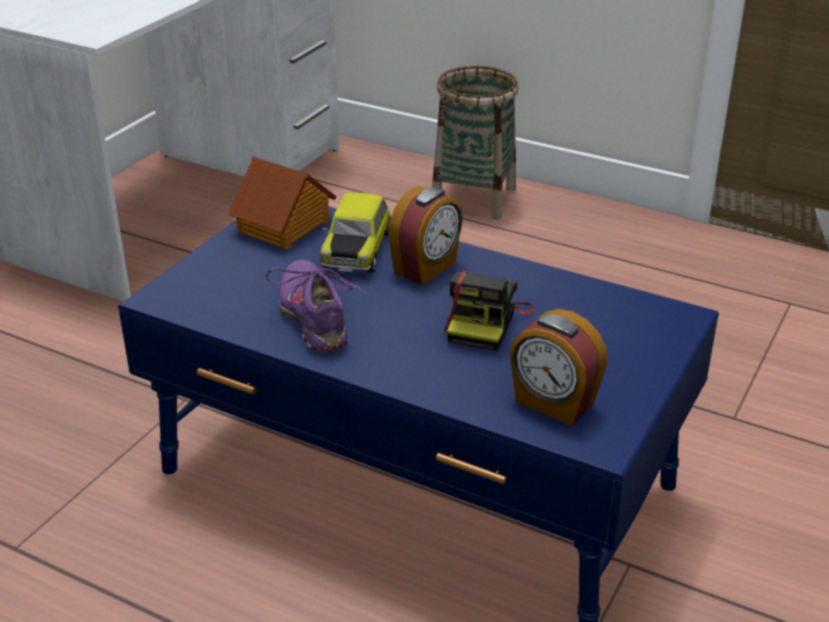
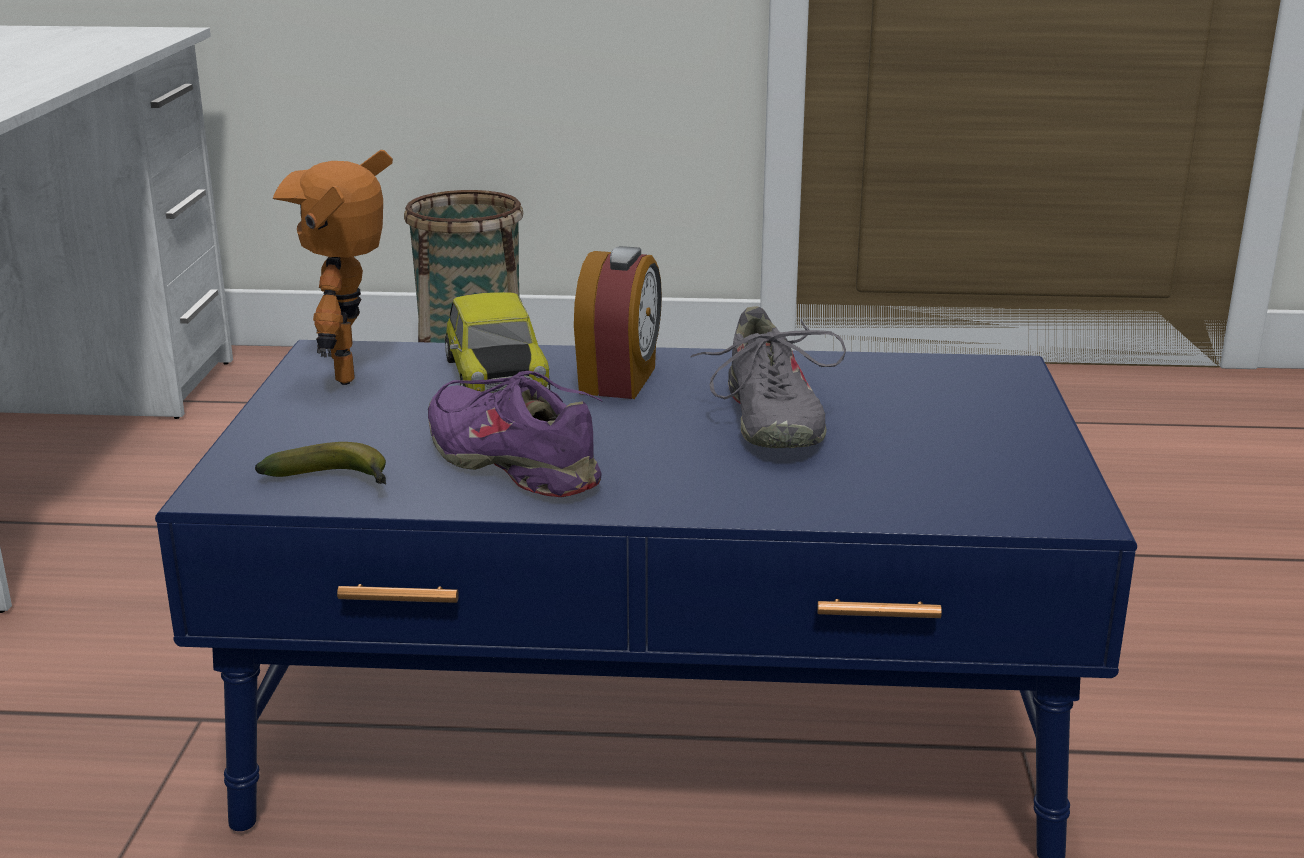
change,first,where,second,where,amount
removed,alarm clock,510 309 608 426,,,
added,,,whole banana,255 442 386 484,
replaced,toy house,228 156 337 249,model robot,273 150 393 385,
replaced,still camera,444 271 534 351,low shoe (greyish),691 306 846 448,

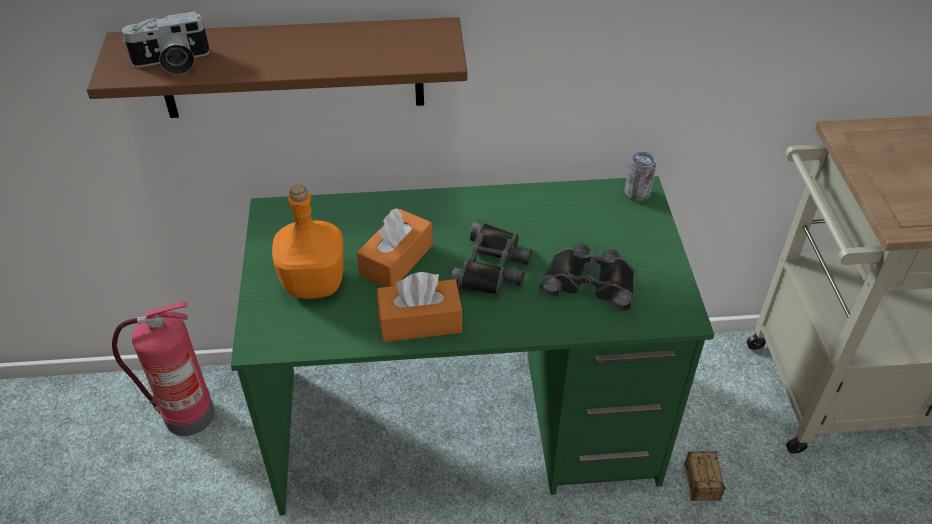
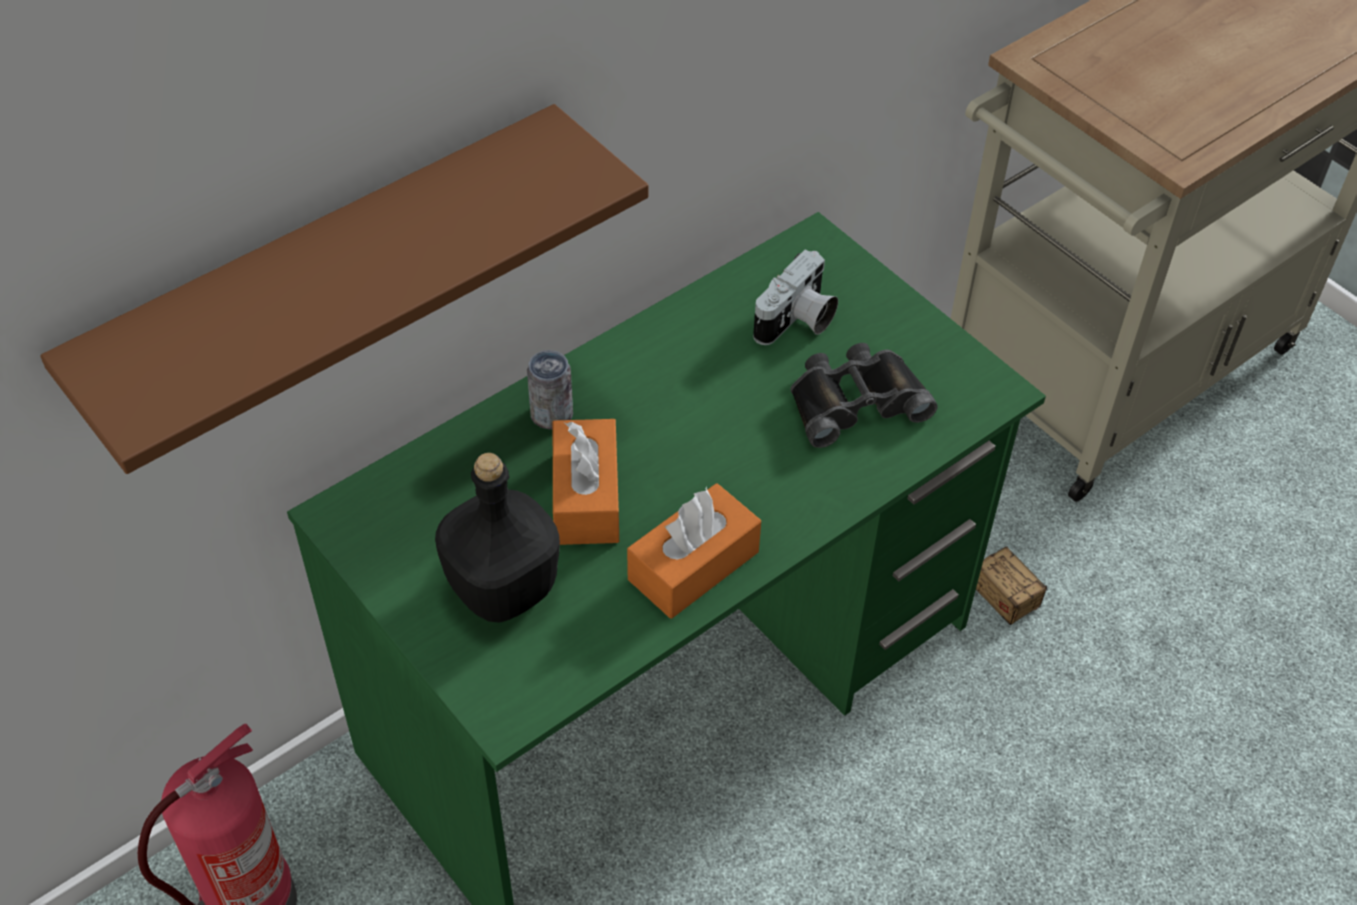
change,first,where,second,where,amount
removed,pair of binoculars (blackish),451 221 532 295,,,
moved,still camera,122 11 210 74,,753 249 838 345,
moved,can,624 151 656 202,,527 350 573 429,
recoloured,bottle (orangey),272 185 344 299,bottle (blackish),435 453 560 623,

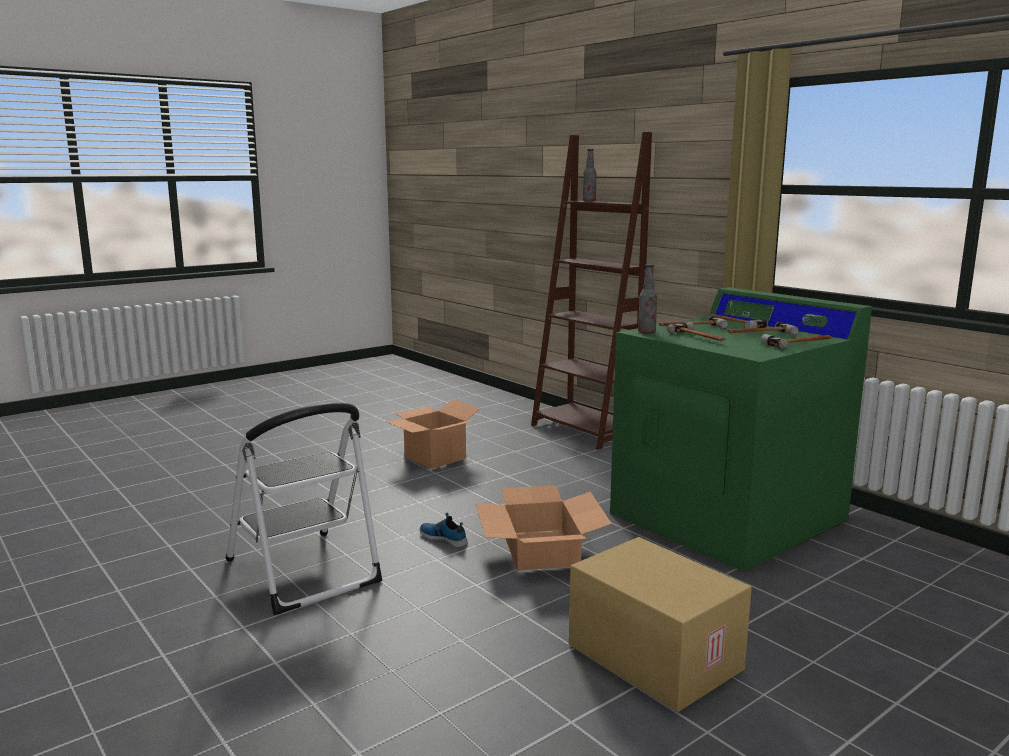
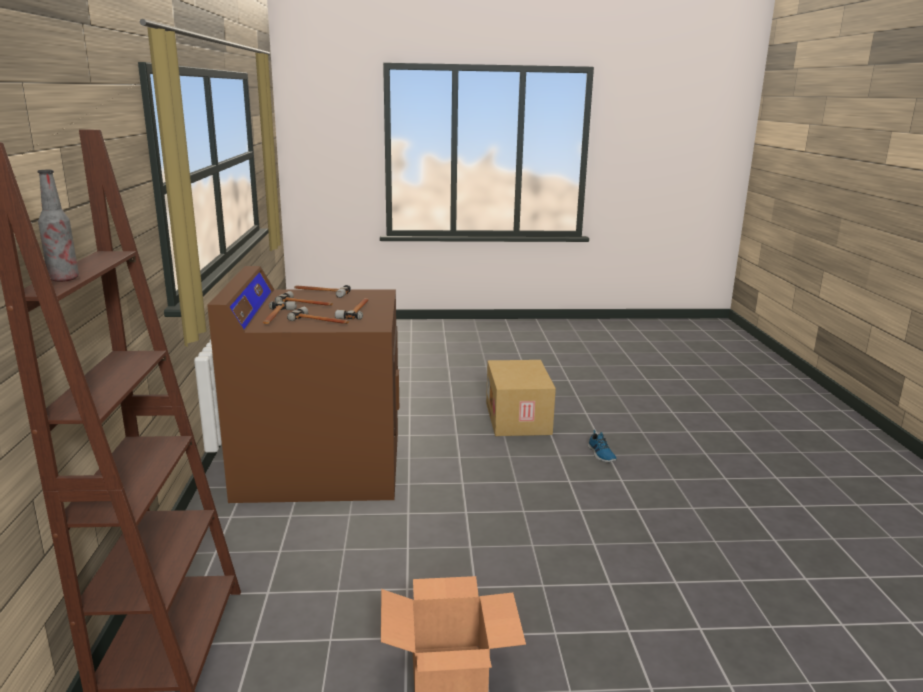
change,first,where,second,where,amount
removed,step ladder,226 402 382 615,,,
removed,packing box,475 485 612 571,,,
removed,bottle,638 264 657 334,,,
moved,low shoe,420 512 468 547,,588 430 617 462,
recoloured,washing machine (green),610 287 872 572,washing machine (brownish),207 266 400 503,

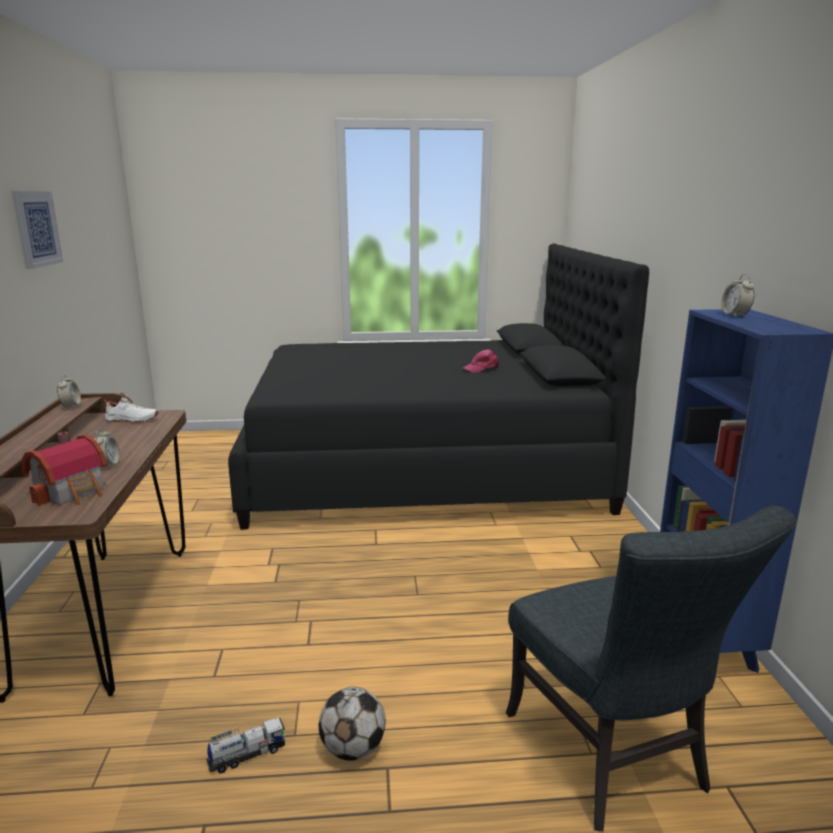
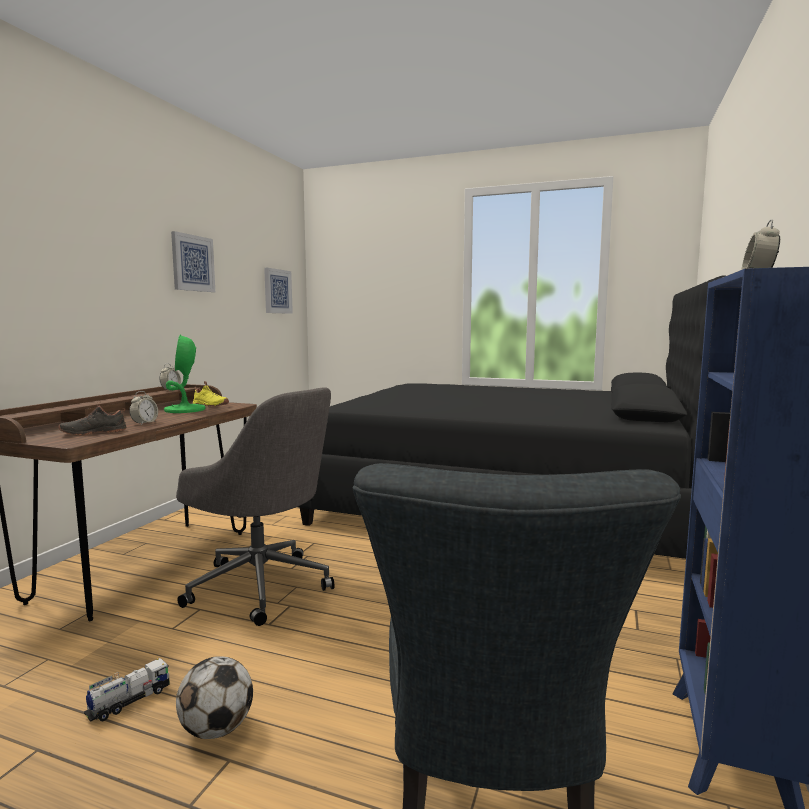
change,first,where,second,where,amount
removed,peaked cap (pink-coloured),463 349 499 373,,,
added,,,table lamp (green),164 334 206 413,
added,,,office chair (greyish),176 387 334 626,
added,,,picture,264 268 293 314,
replaced,toy house,22 431 107 506,low shoe (blackish),58 401 127 435,
recoloured,low shoe (white),104 392 158 423,low shoe (yellow),193 381 229 407,
turned,model truck,207 717 285 773,,84 658 170 722,45 degrees counterclockwise

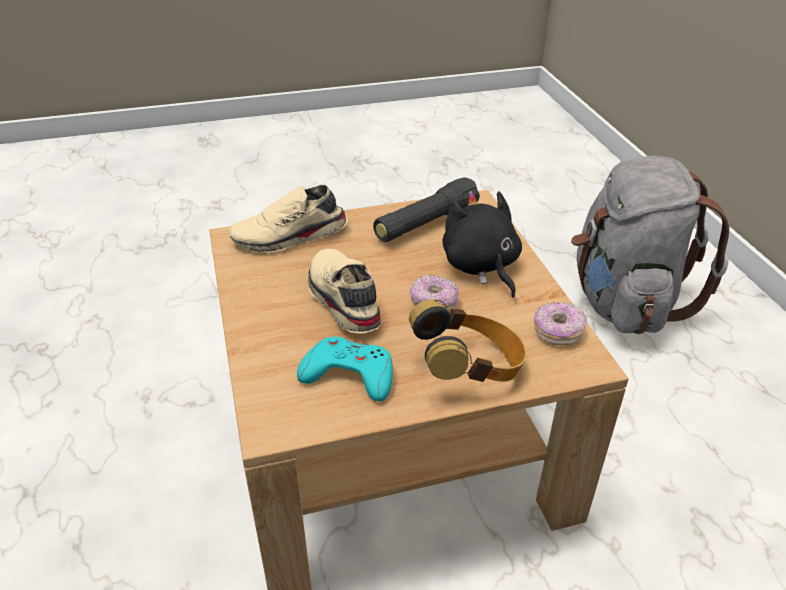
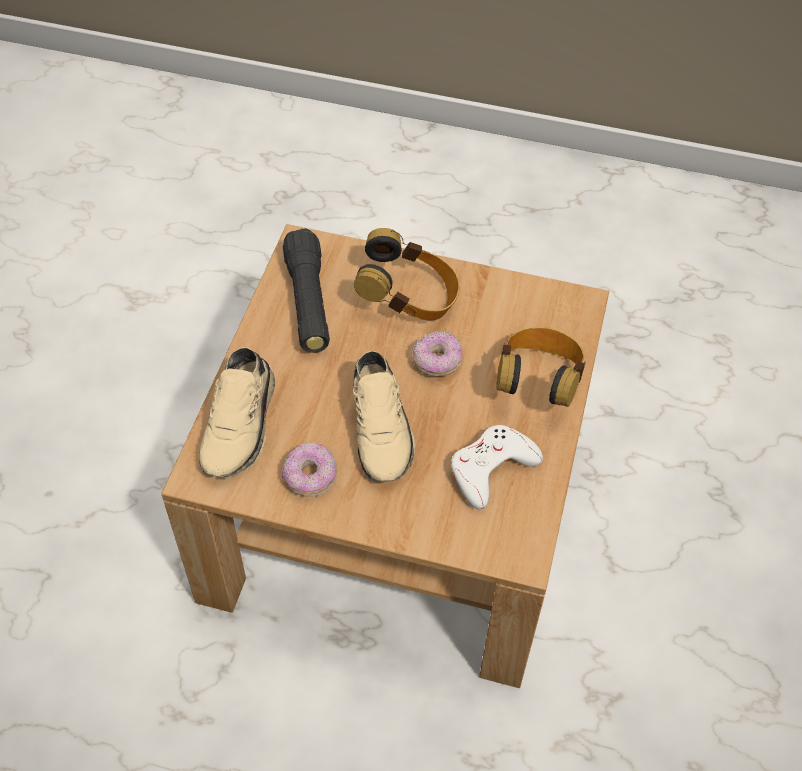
change,first,where,second,where,amount
removed,knapsack (greyish),571 156 729 334,,,
moved,donut,534 302 587 345,,282 443 337 497,
replaced,plush toy (blackish),443 191 522 297,headphones,354 228 460 321,
recoloured,game controller (turquoise),297 337 393 401,game controller (white),451 425 543 509,
turned,low shoe (beige-coloured),308 249 382 333,,353 351 415 482,105 degrees counterclockwise

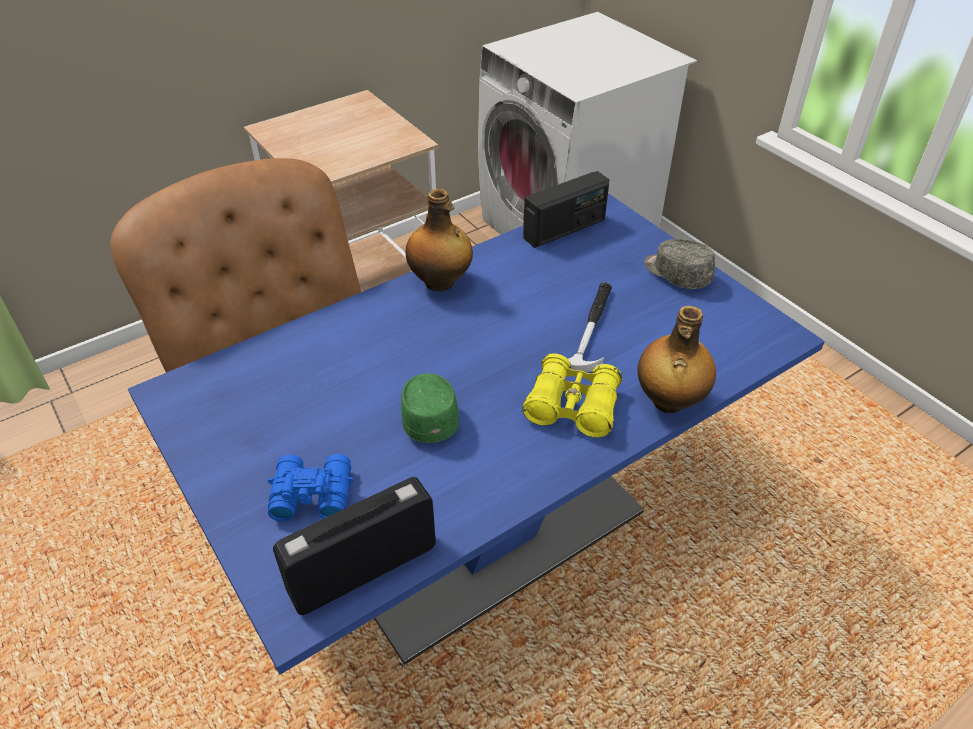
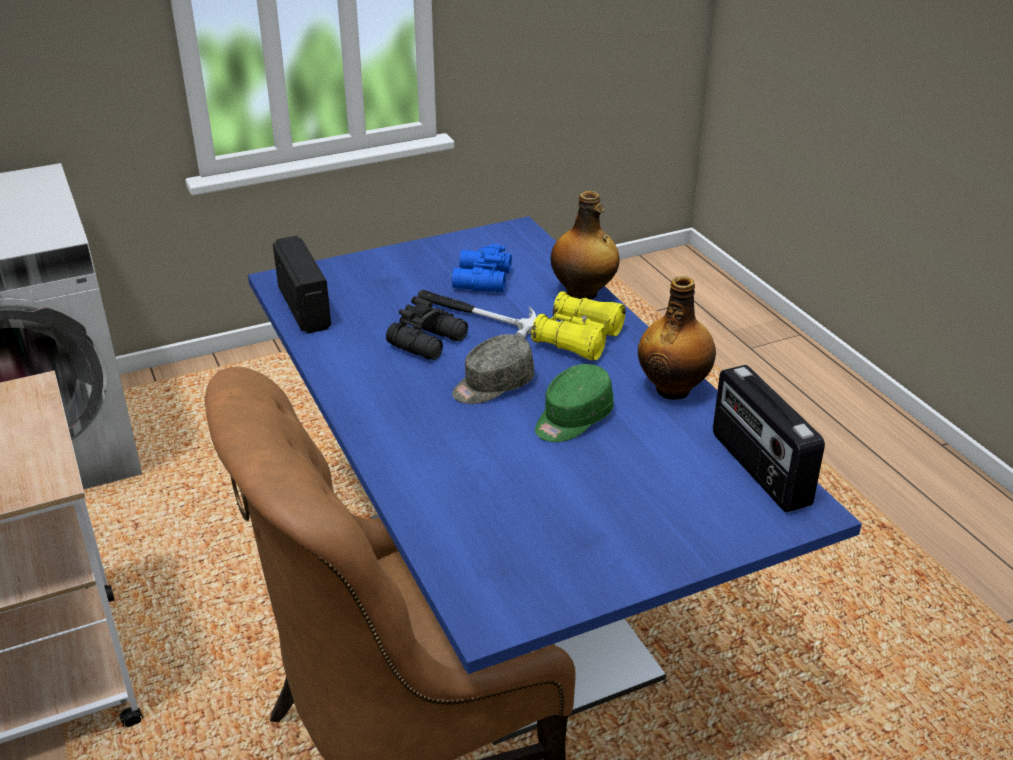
change,first,where,second,where,amount
added,,,pair of binoculars (blackish),386 296 468 360,
moved,pair of binoculars (blue),268 454 353 521,,452 244 512 292,
moved,bottle,406 189 473 291,,638 276 716 399,
moved,peaked cap (greyish),644 239 715 289,,452 334 534 404,
turned,peaked cap (green),401 373 459 443,,535 364 614 442,45 degrees counterclockwise

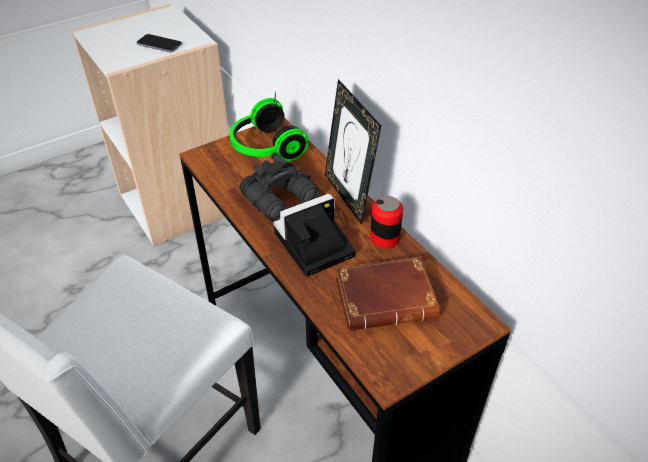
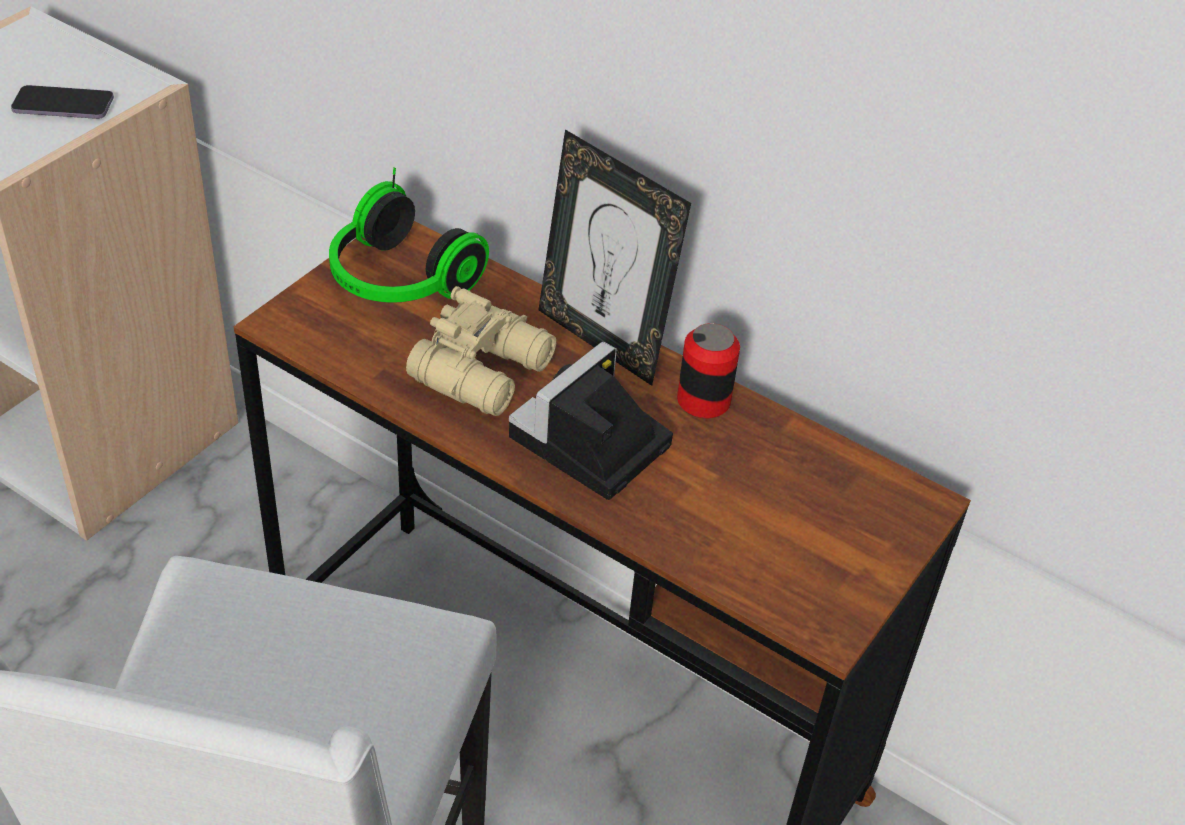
change,first,where,second,where,amount
removed,bound book (brownish),335 257 440 331,,,
recoloured,pair of binoculars (blackish),239 152 320 221,pair of binoculars (beige-coloured),406 286 556 416,

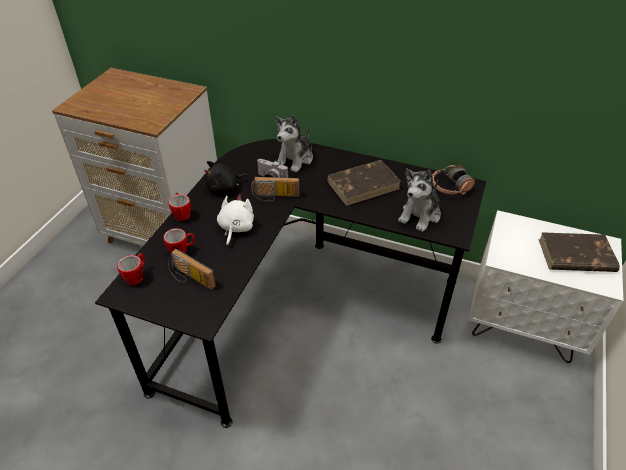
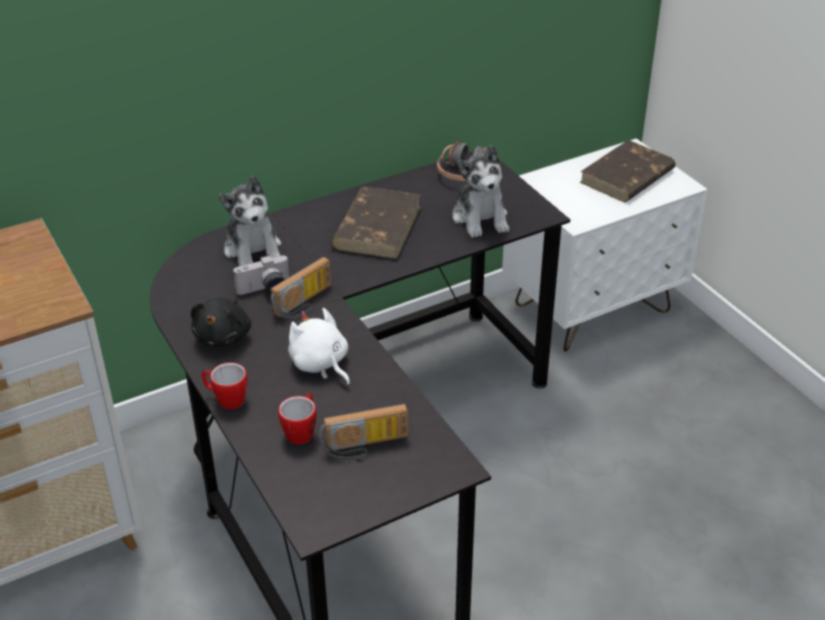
change,first,where,second,where,amount
removed,mug,117 253 145 285,,,

